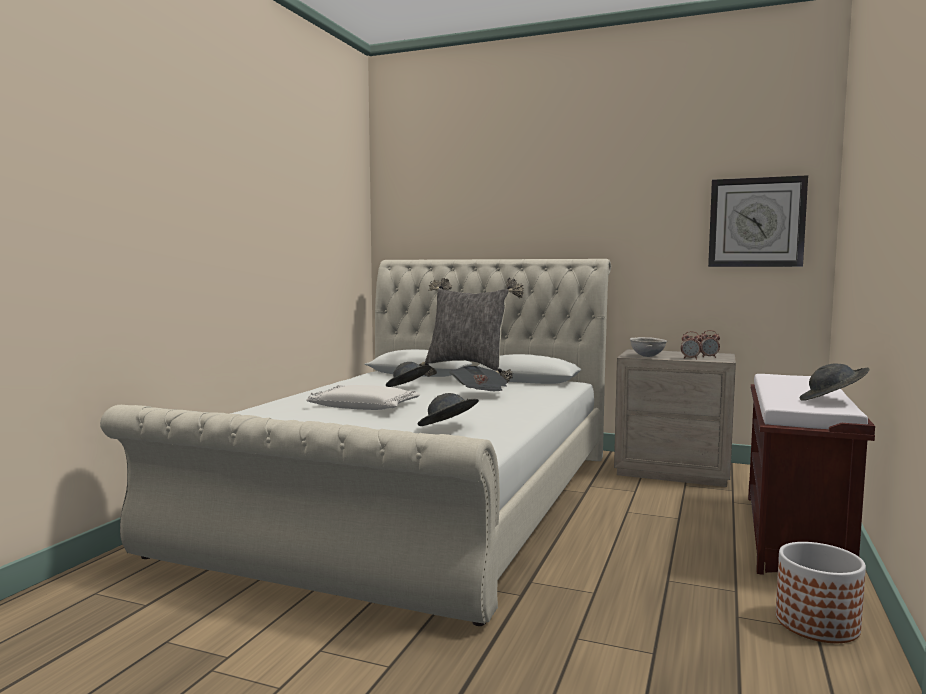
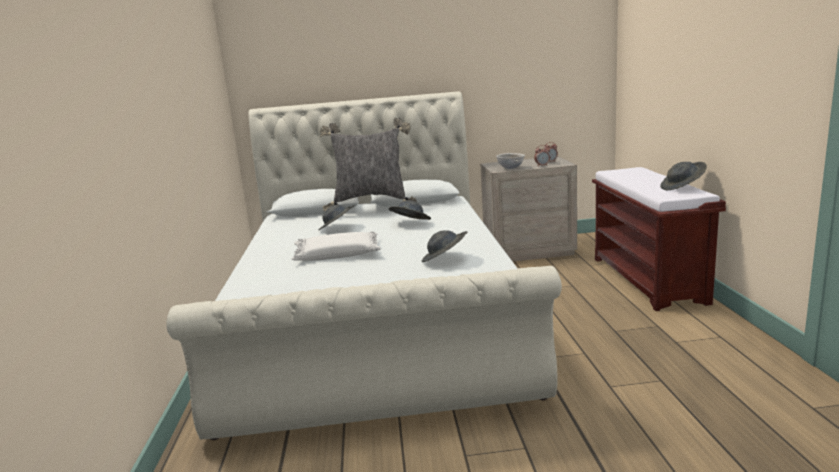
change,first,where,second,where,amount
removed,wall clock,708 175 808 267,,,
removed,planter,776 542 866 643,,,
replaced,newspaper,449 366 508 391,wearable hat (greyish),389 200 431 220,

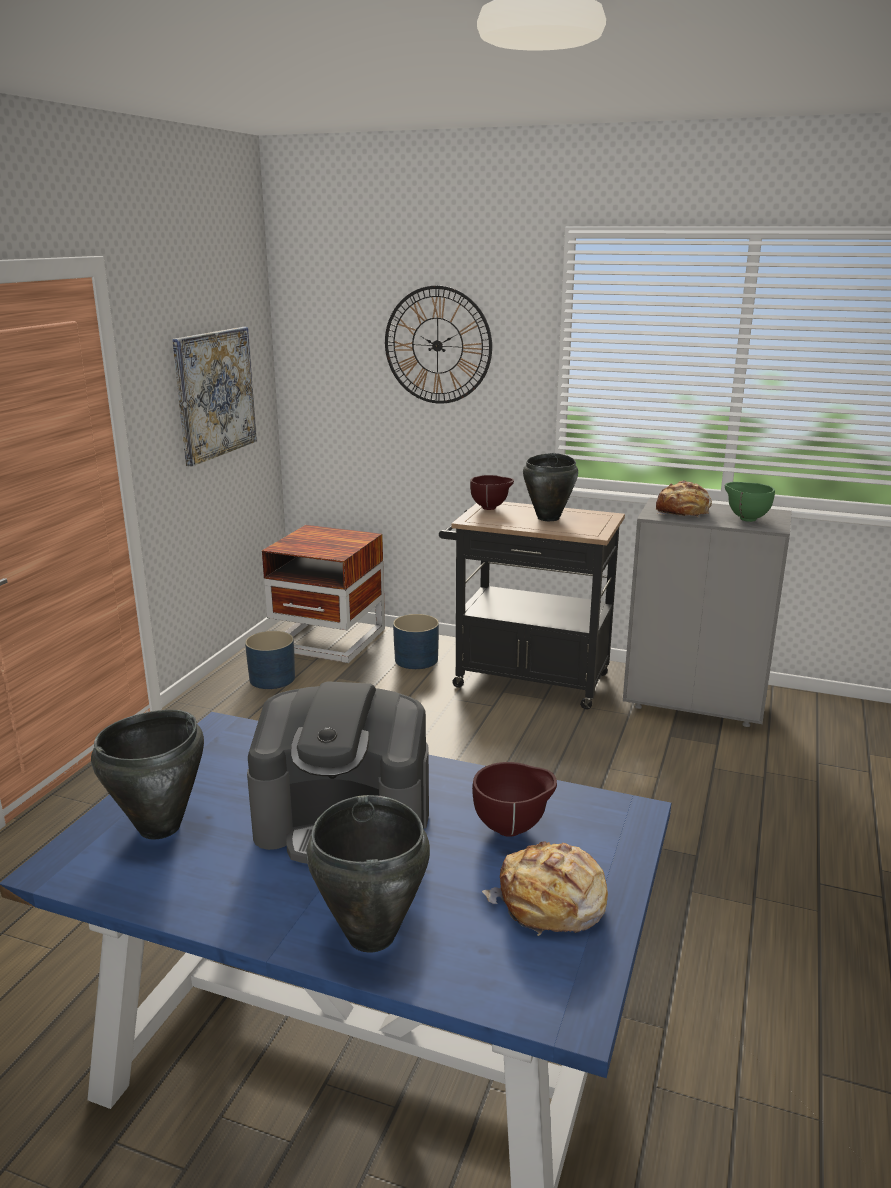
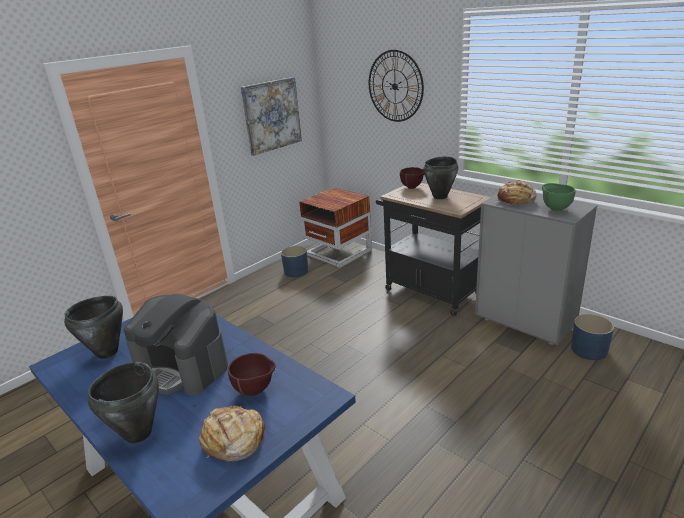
change,first,where,second,where,amount
moved,planter (blue),393 614 439 669,,571 314 614 360,

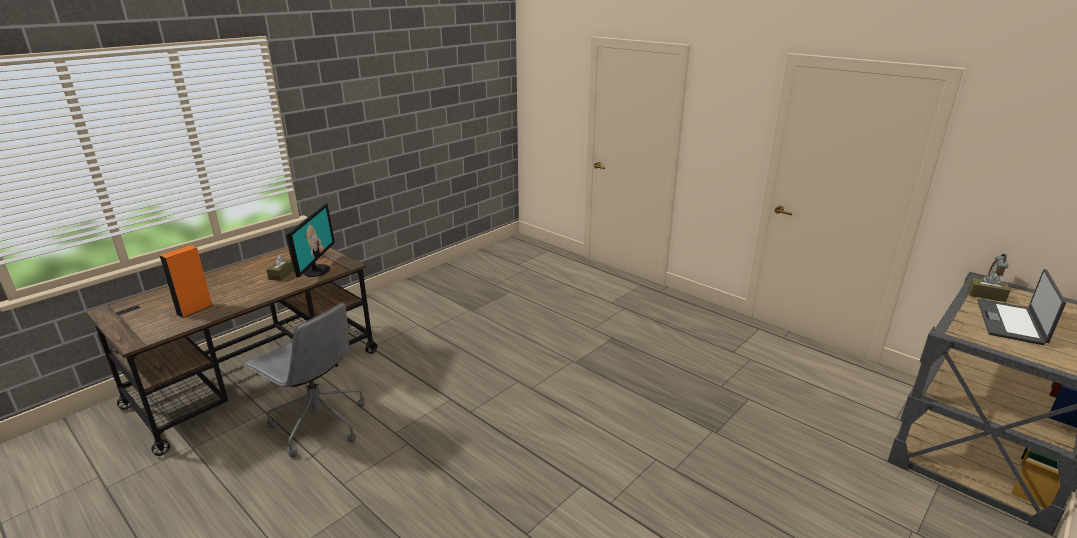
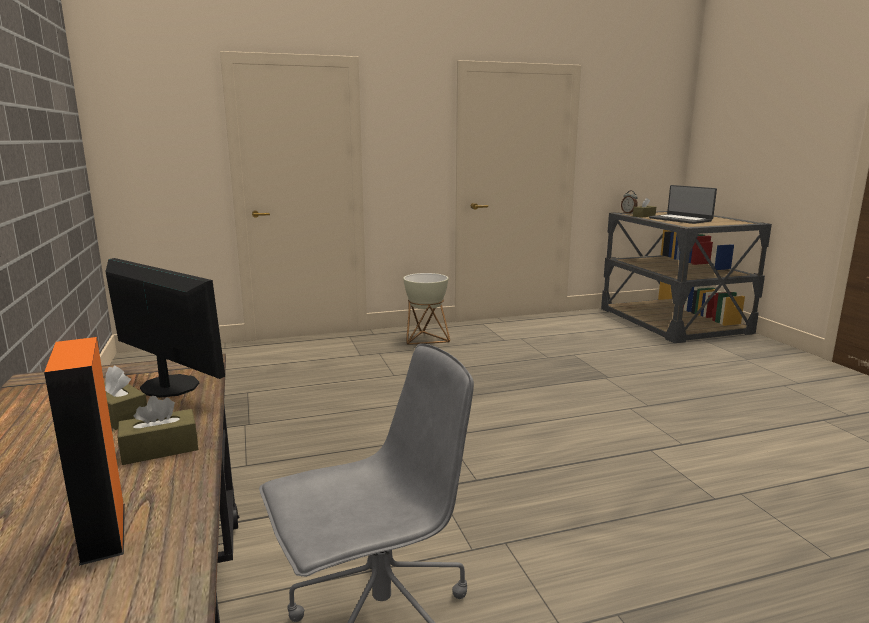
change,first,where,second,where,amount
added,,,tissue holder (brownish),118 396 198 465,
added,,,planter,403 273 450 345,

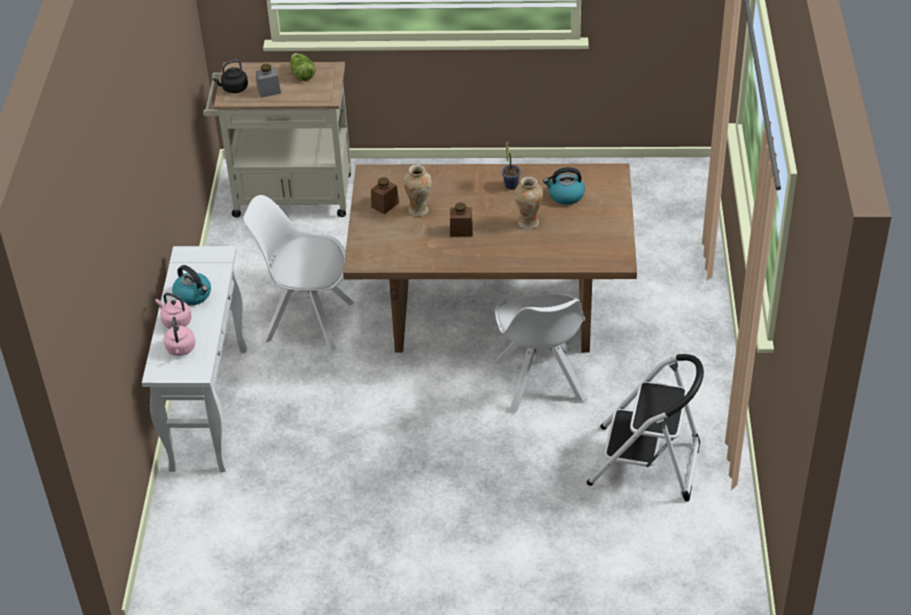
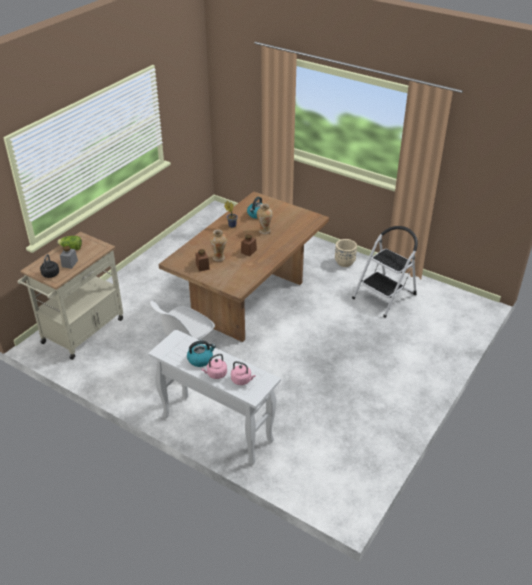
change,first,where,second,where,amount
removed,plain chair (white),495 293 587 414,,,
added,,,planter (beige-coloured),335 239 357 267,

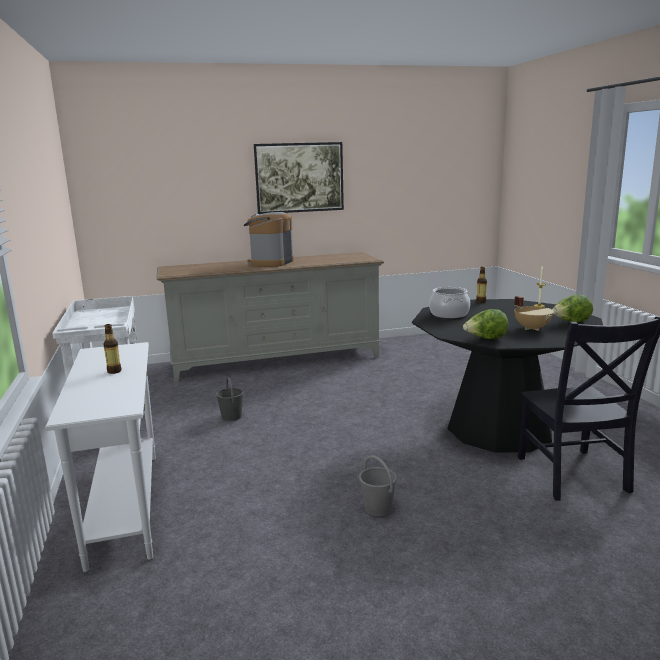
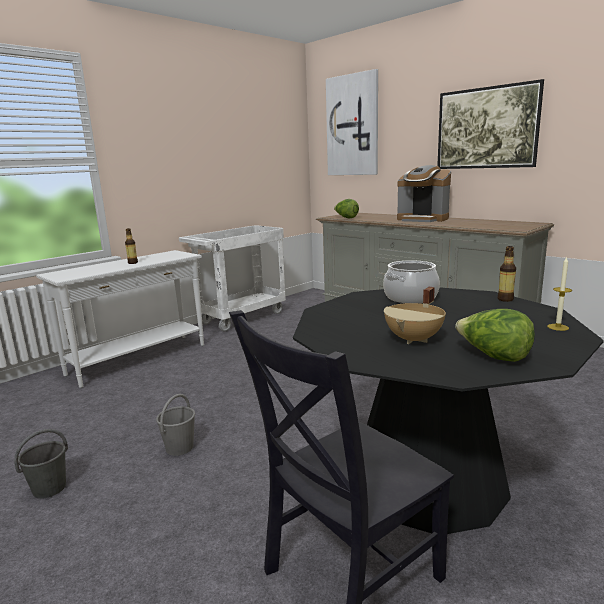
change,first,where,second,where,amount
added,,,picture,326 69 378 175,
moved,water bucket (greyish),216 377 244 421,,14 429 68 499,
moved,lettuce,463 309 508 339,,334 199 359 218,
turned,coffee machine,244 212 294 267,,397 165 451 222,135 degrees counterclockwise

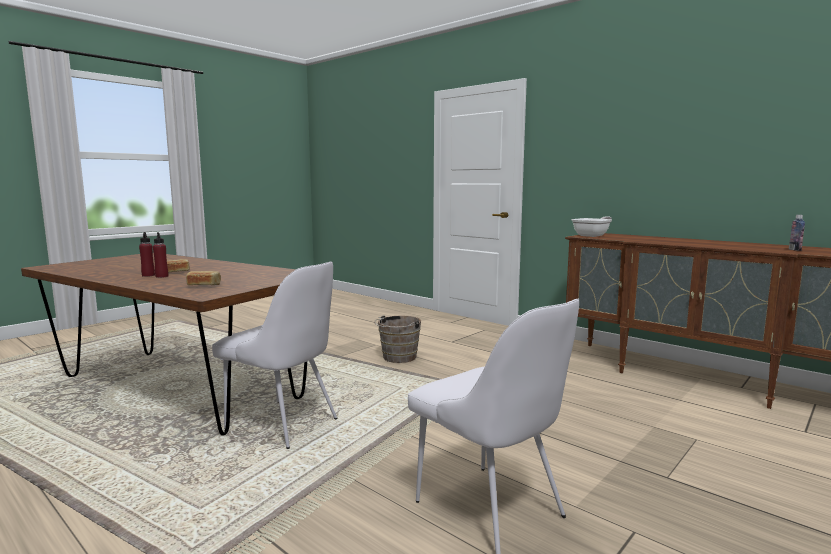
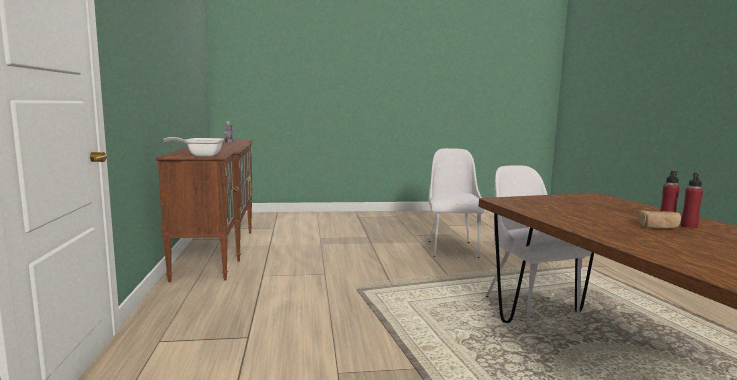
change,first,where,second,where,amount
removed,baked bread,186 271 221 285,,,
removed,water bucket (brownish),374 315 421 363,,,

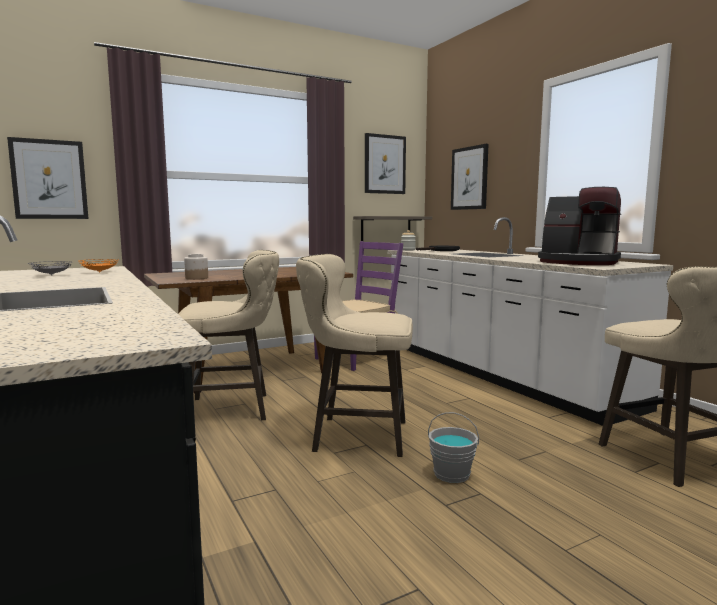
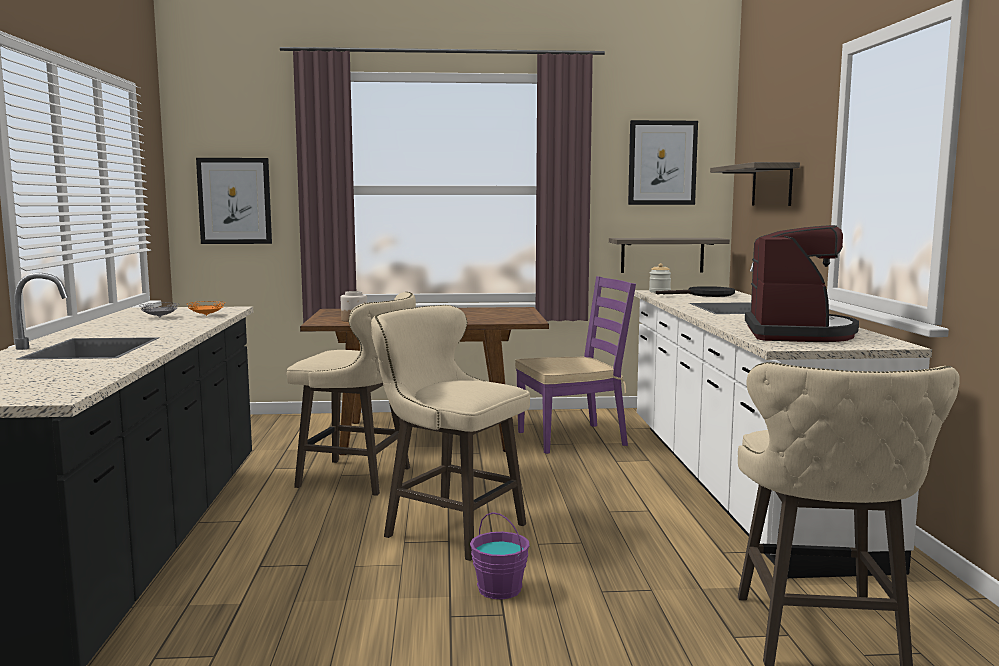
change,first,where,second,where,amount
replaced,picture,451 144 489 210,wall shelf,710 162 800 206,
recoloured,water bucket (greyish),428 412 479 483,water bucket (purplish),470 512 530 600,
turned,coffee machine,538 187 621 265,,745 225 859 342,135 degrees counterclockwise

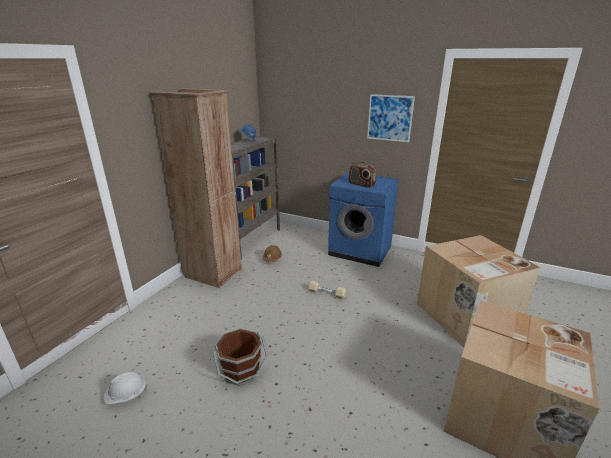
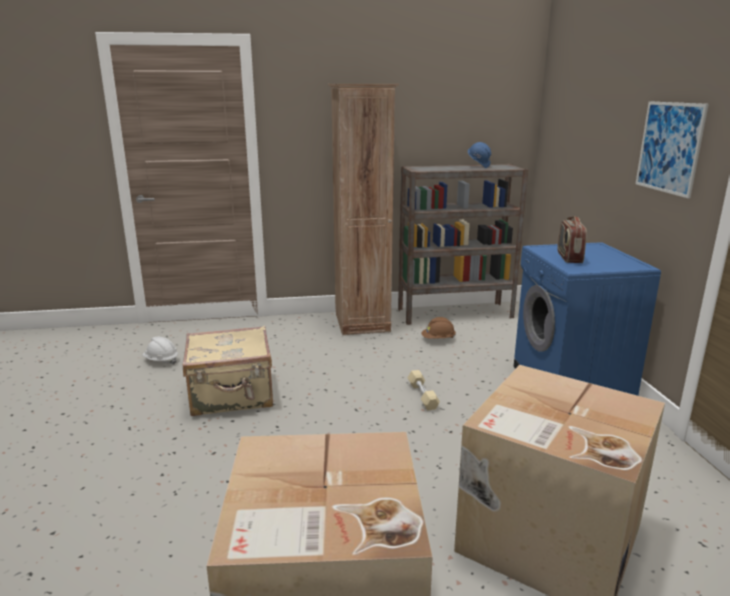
change,first,where,second,where,amount
replaced,water bucket (brownish),213 328 268 386,suitcase (beige-coloured),183 326 273 416,

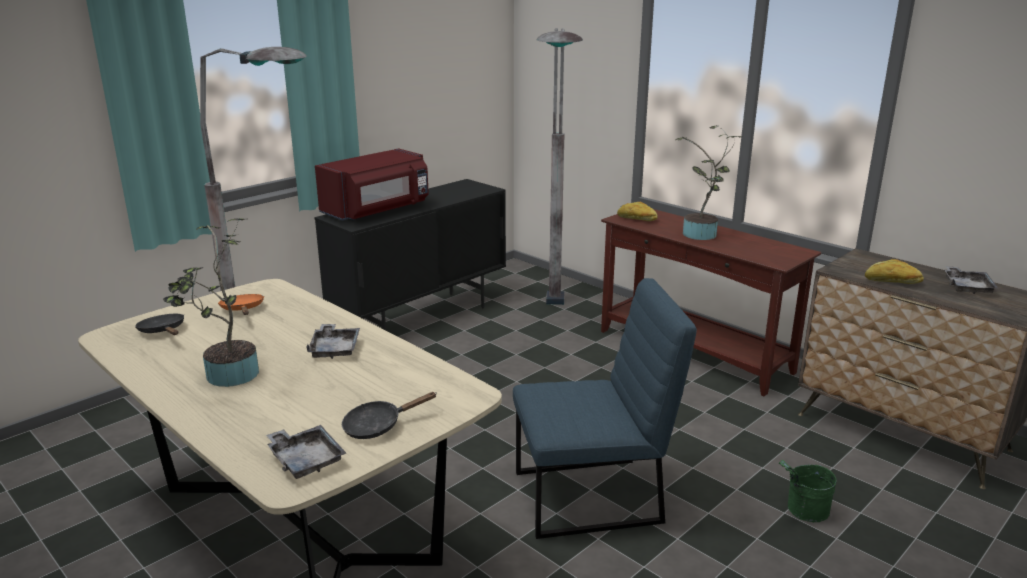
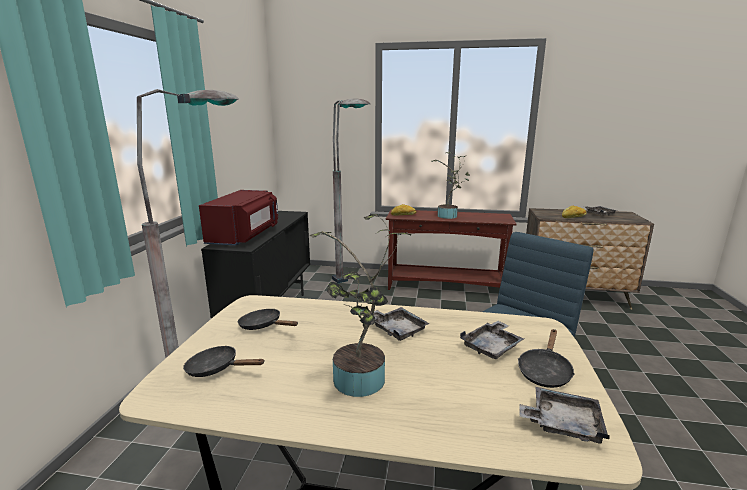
change,first,where,second,where,amount
removed,water bucket (green),779 460 836 522,,,
added,,,tray (greyish),460 321 524 359,
recoloured,skillet (orangey),218 294 264 315,skillet (blackish),238 309 298 330,

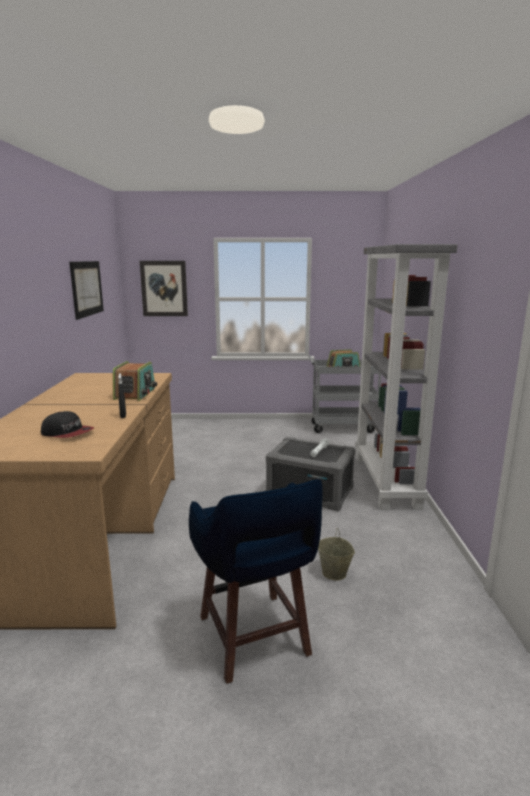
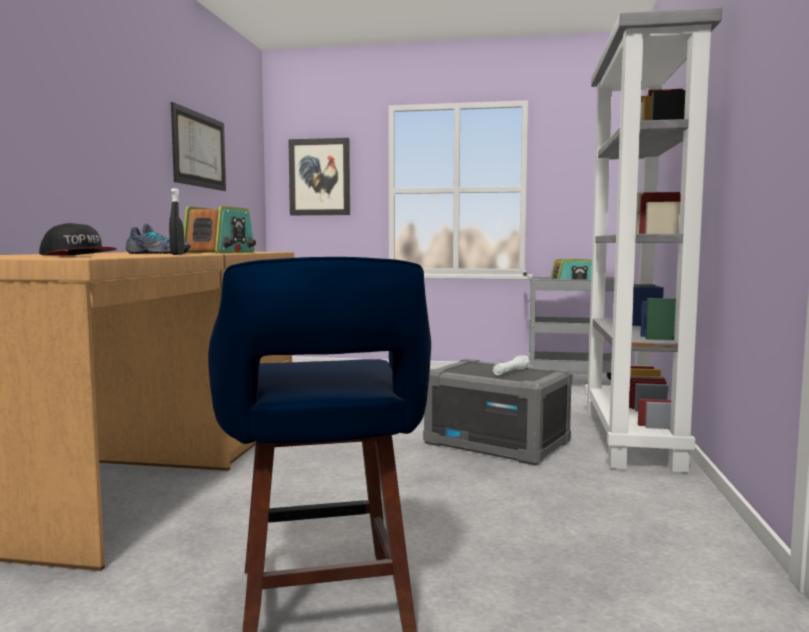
change,first,where,second,where,amount
removed,water bucket (beige-coloured),318 528 355 581,,,
added,,,low shoe,126 224 191 254,

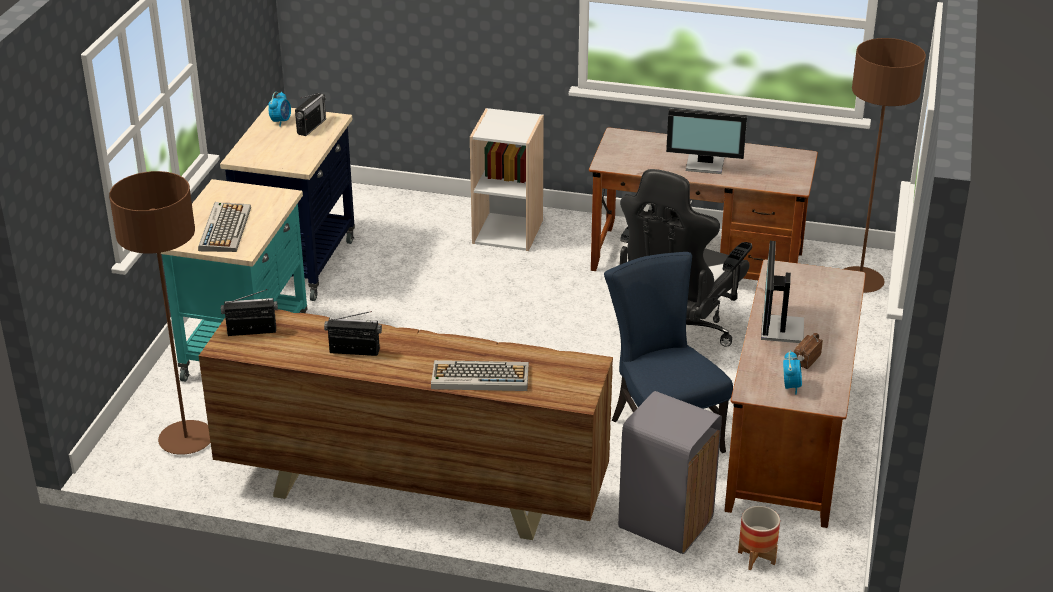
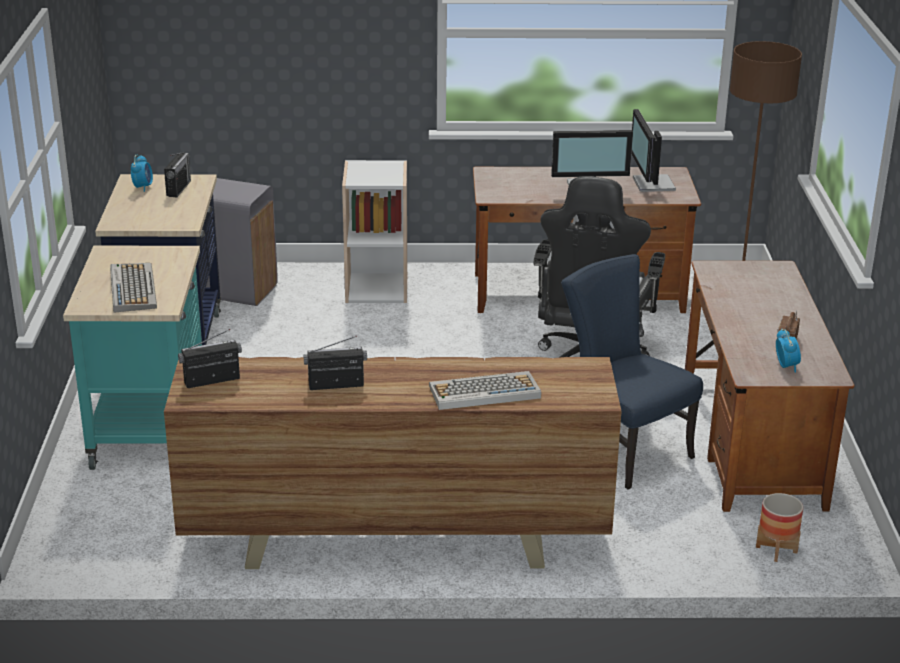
change,first,where,second,where,amount
removed,standing lamp (brownish),109 171 210 455,,,
moved,trash can (greyish),618 391 722 554,,206 178 278 306,
moved,monitor,761 241 804 343,,631 109 676 192,

